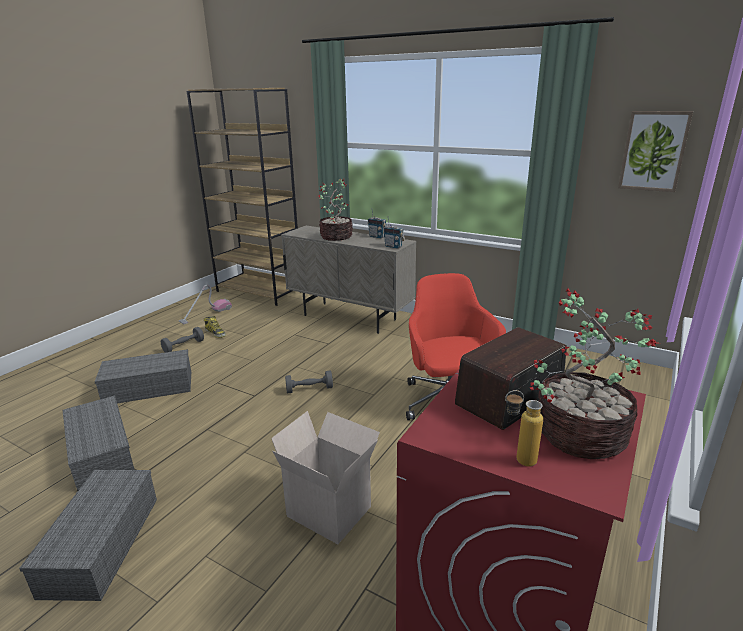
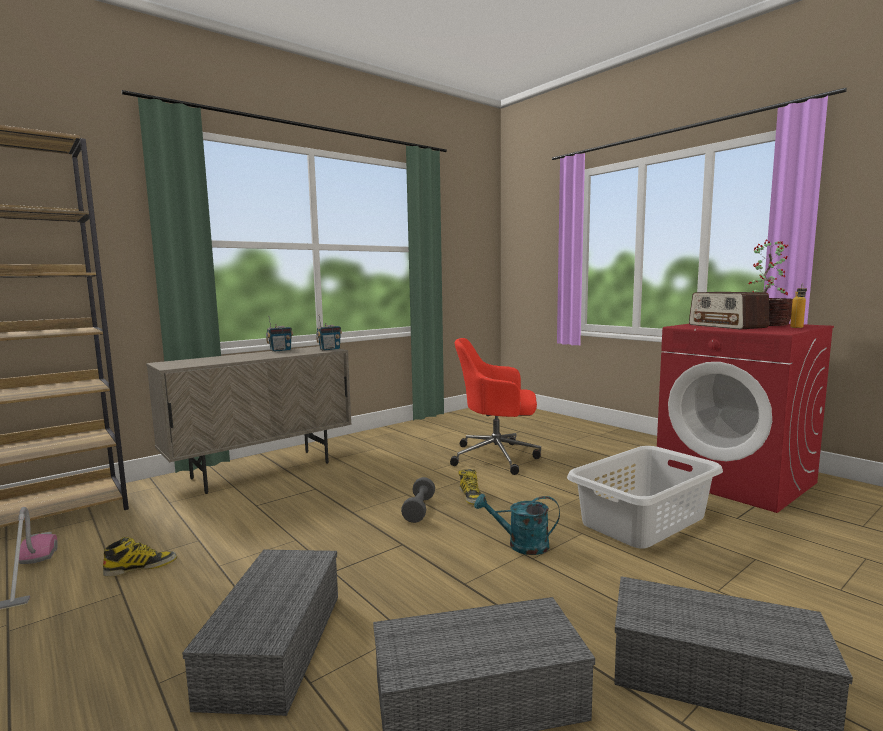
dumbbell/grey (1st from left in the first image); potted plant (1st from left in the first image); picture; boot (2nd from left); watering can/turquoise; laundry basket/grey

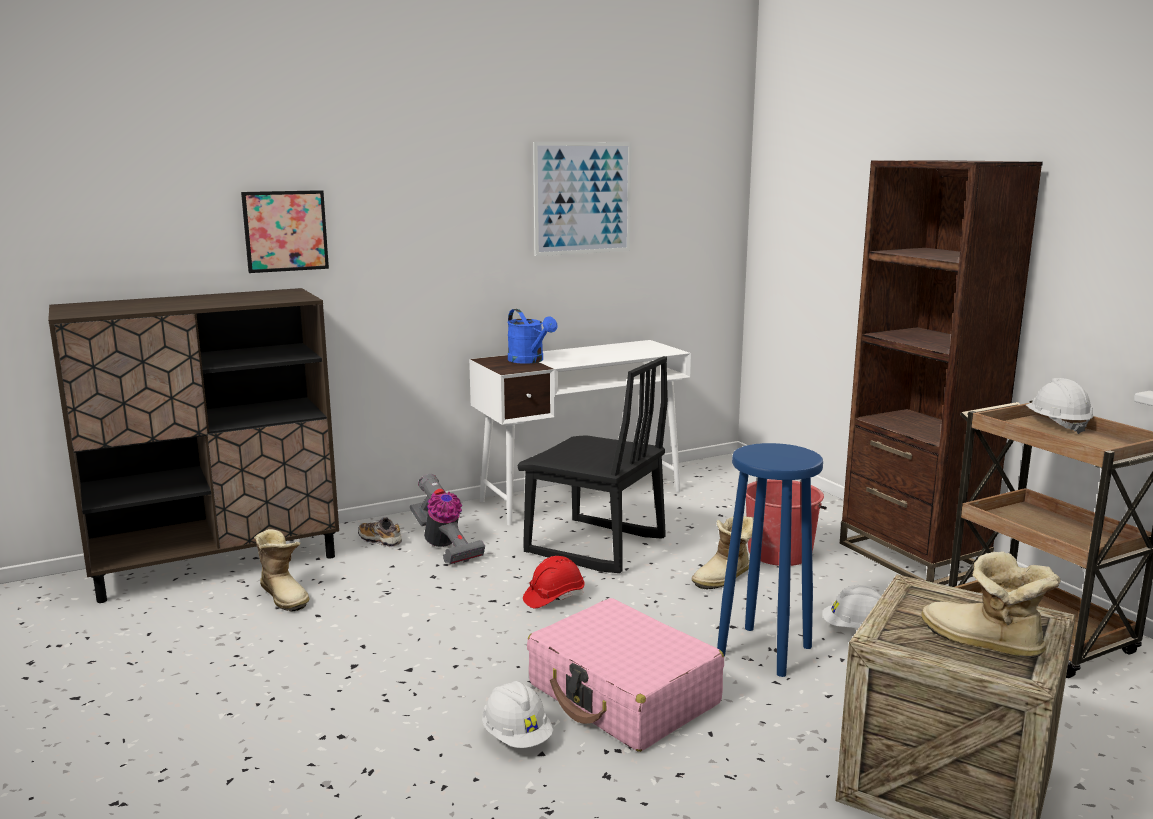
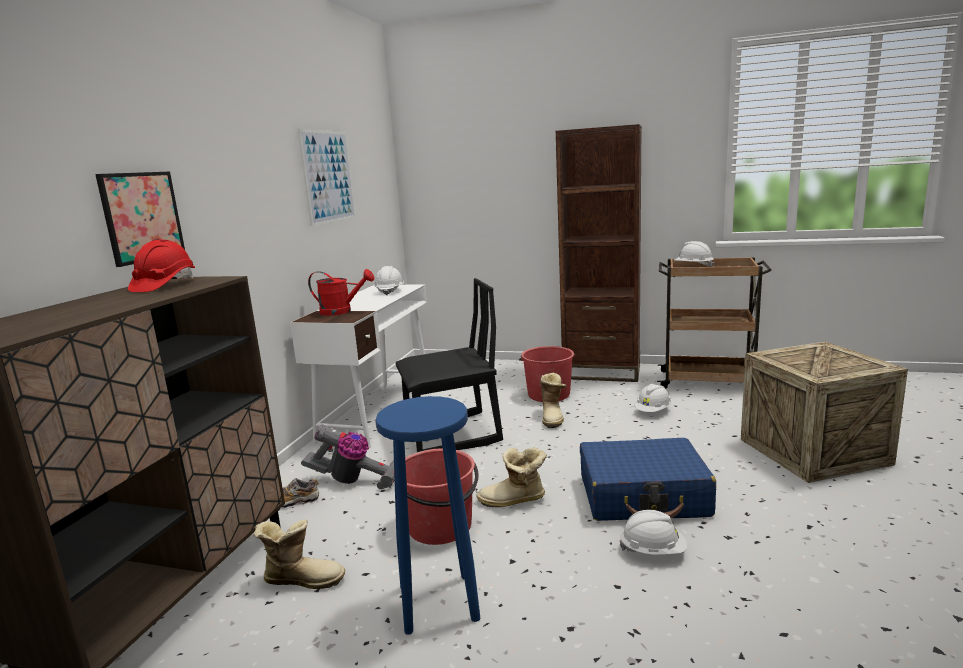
hard hat/white (1st from left); bucket/red (1st from left); hard hat/red; stool/blue; boot (2nd from left); watering can/red; suitcase/blue

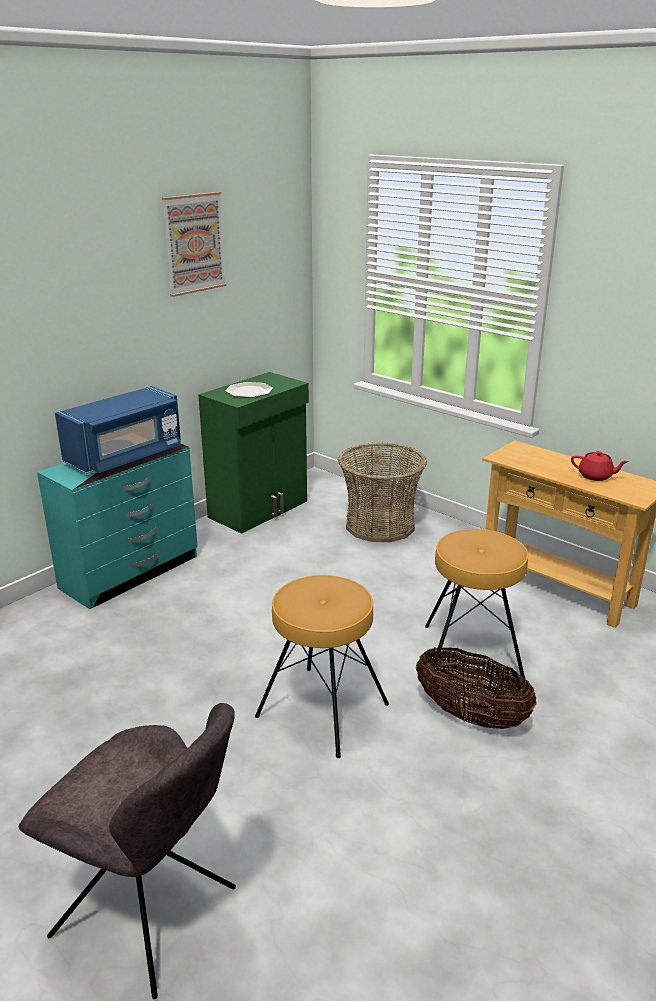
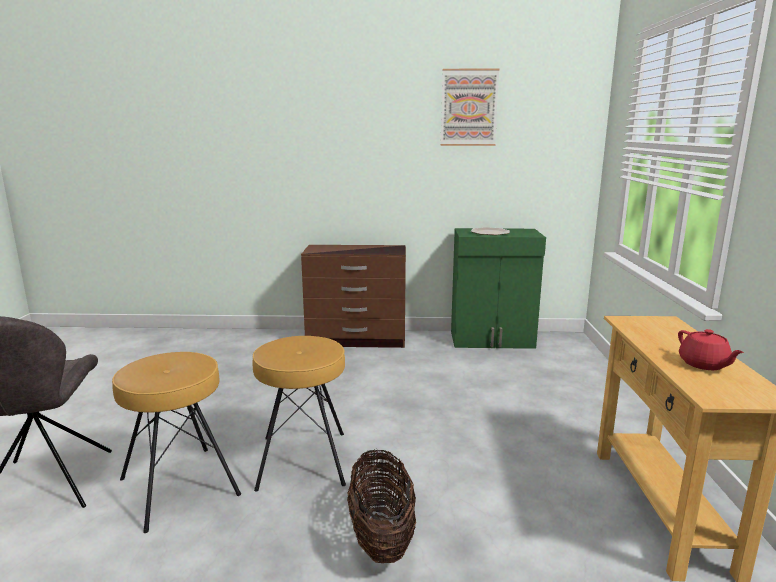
microwave/blue; basket (1st from left in the first image); stool/brown (1st from left); dresser/brown

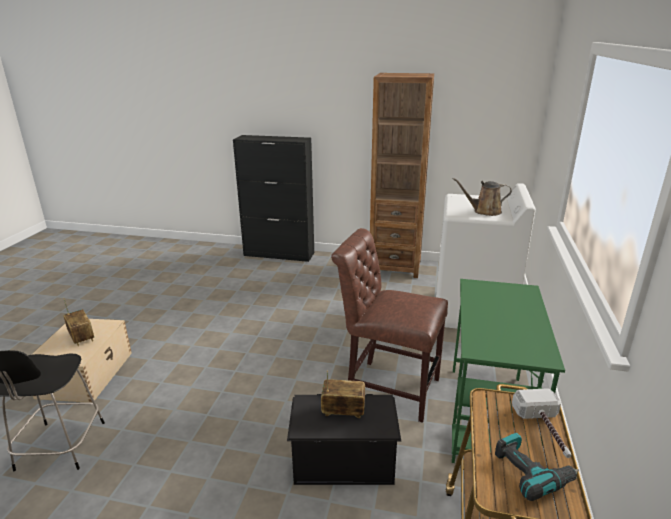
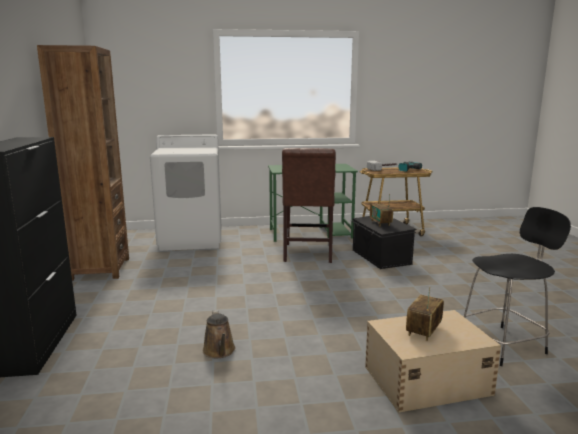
watering can/brown

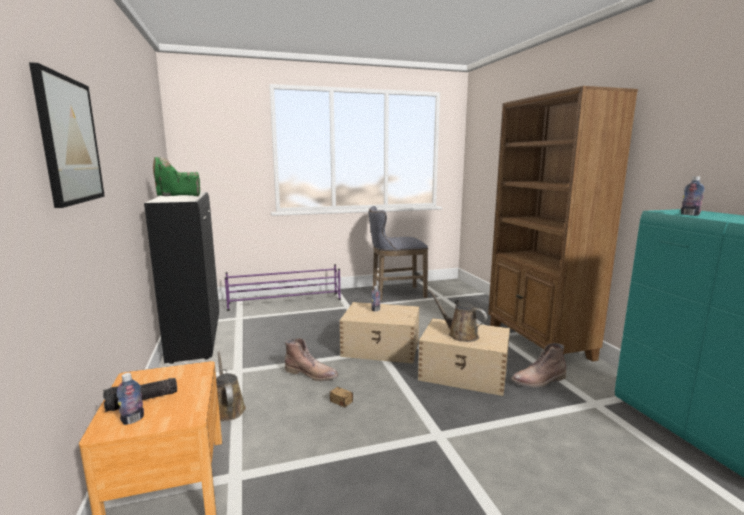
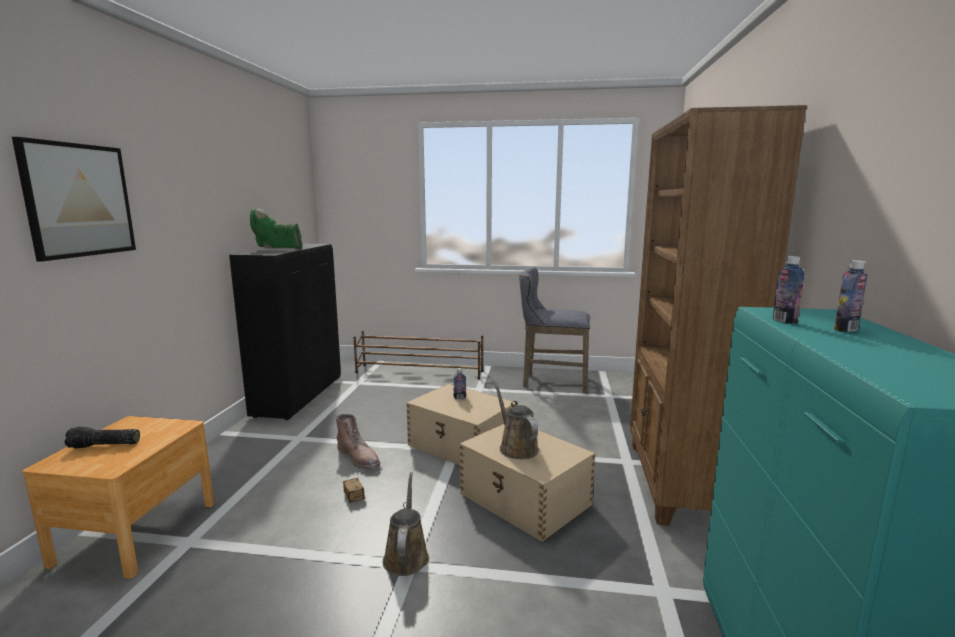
boot/brown (2nd from left in the first image); bottle (3rd from left); watering can/brown (1st from left); shoe rack/brown

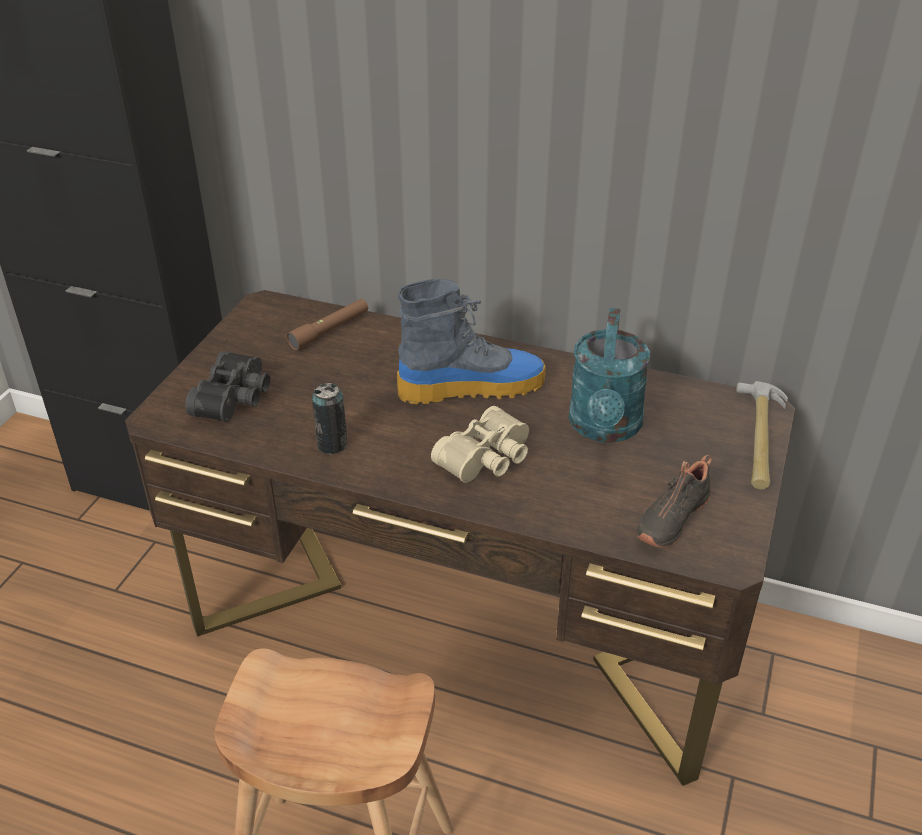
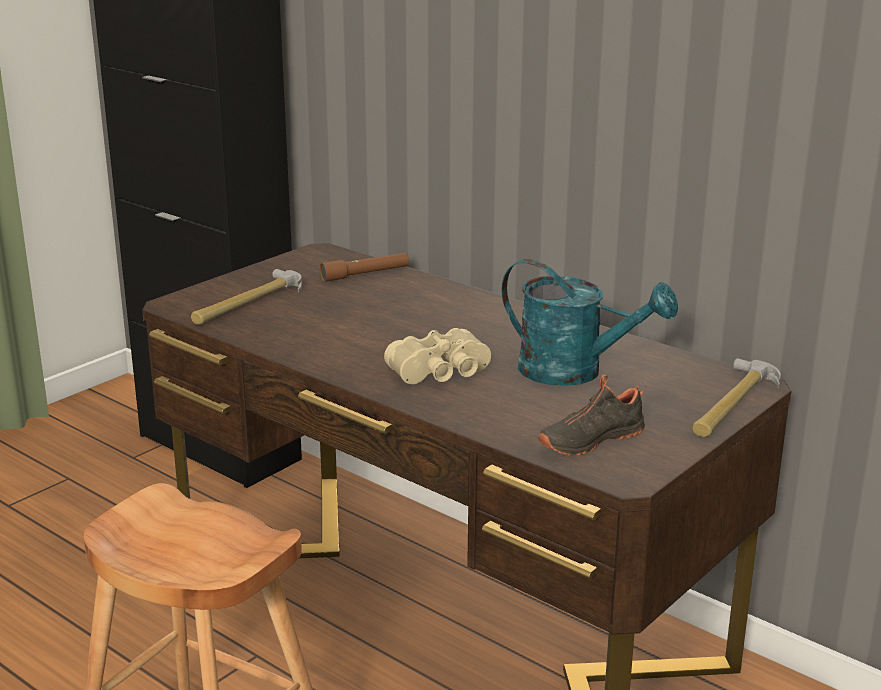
can; boot; hammer (1st from left); watering can/turquoise

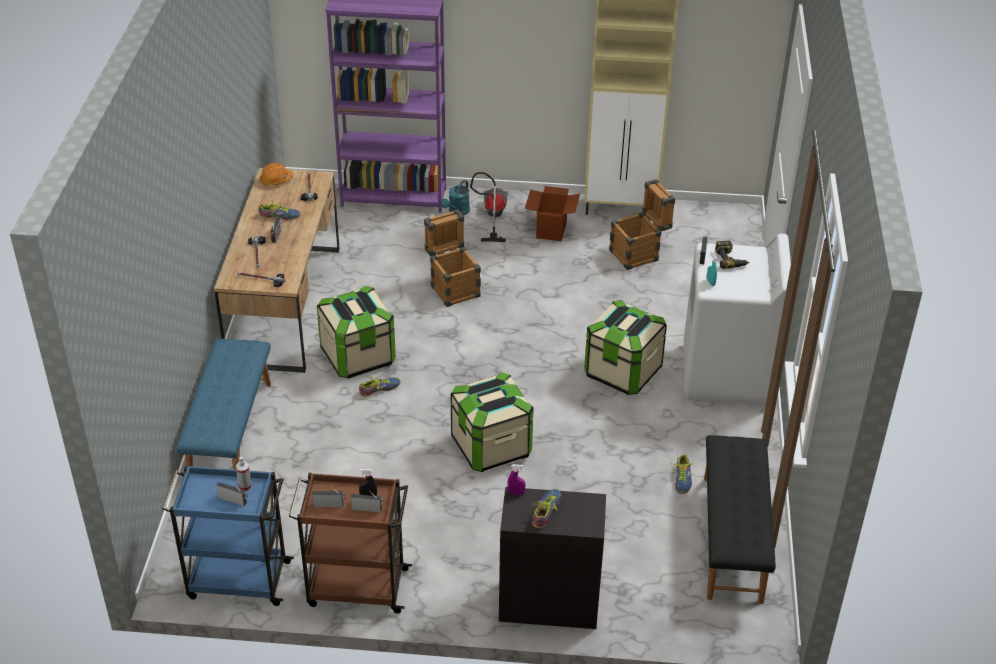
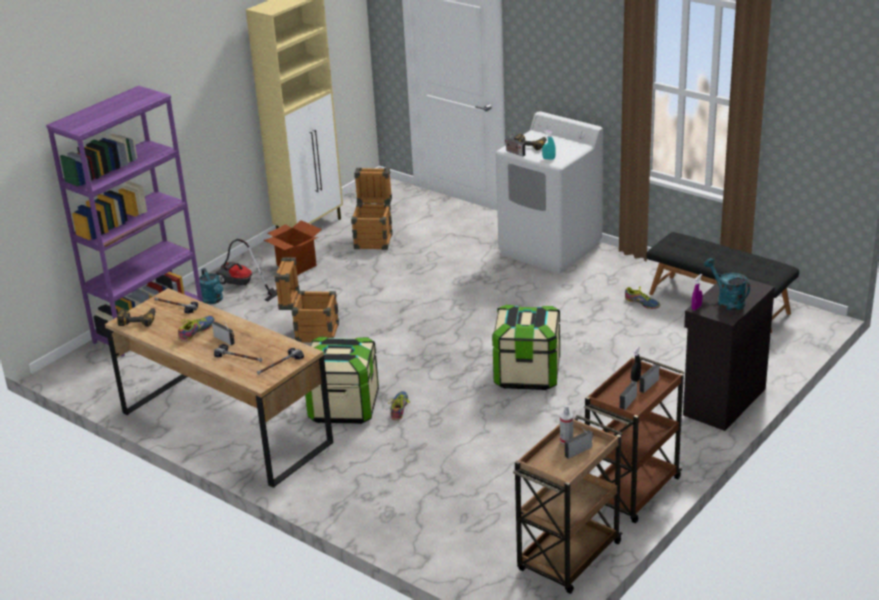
bench/blue; storage box (3rd from left in the first image); power drill (1st from left); watering can/turquoise (2nd from left); cart/brown (1st from left)

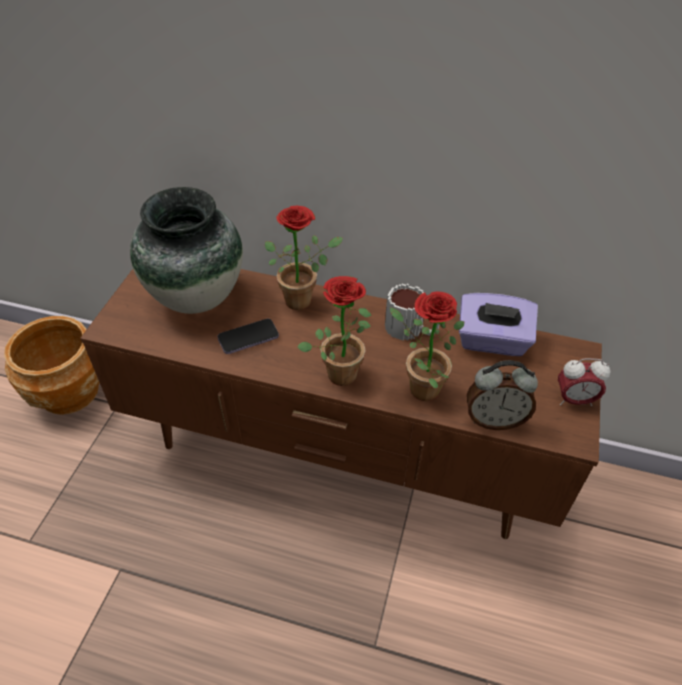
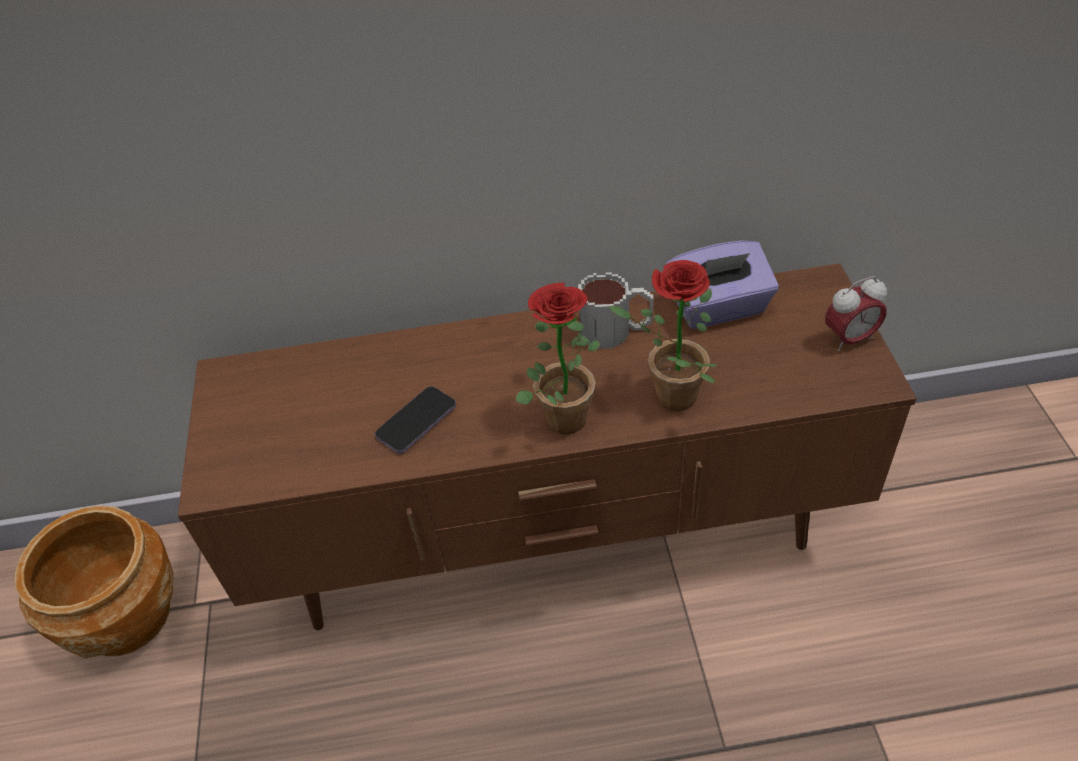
vase; potted plant (1st from left in the first image); alarm clock (1st from left in the first image)

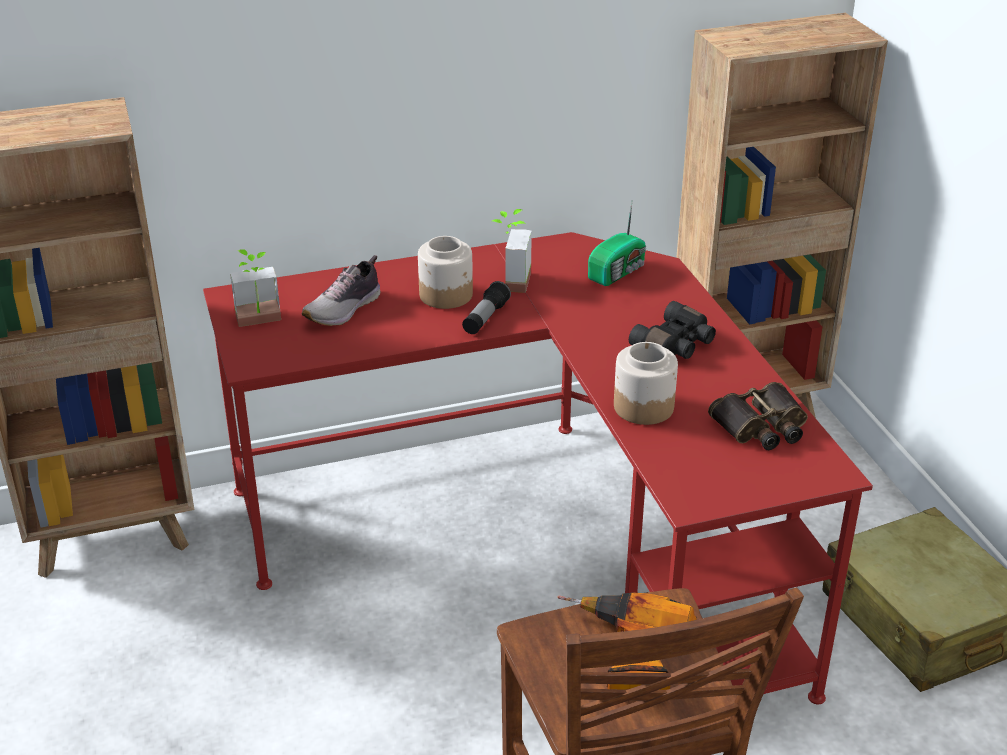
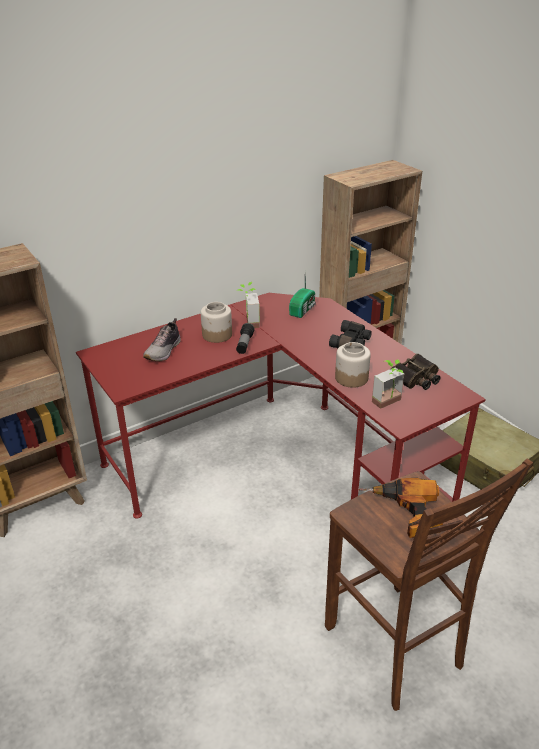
potted plant (2nd from left)

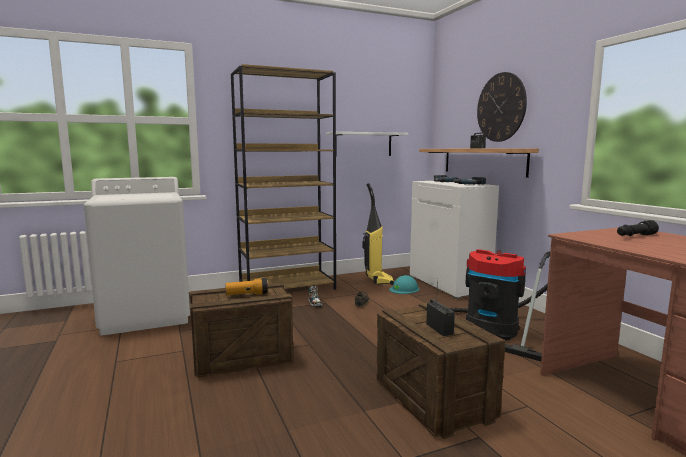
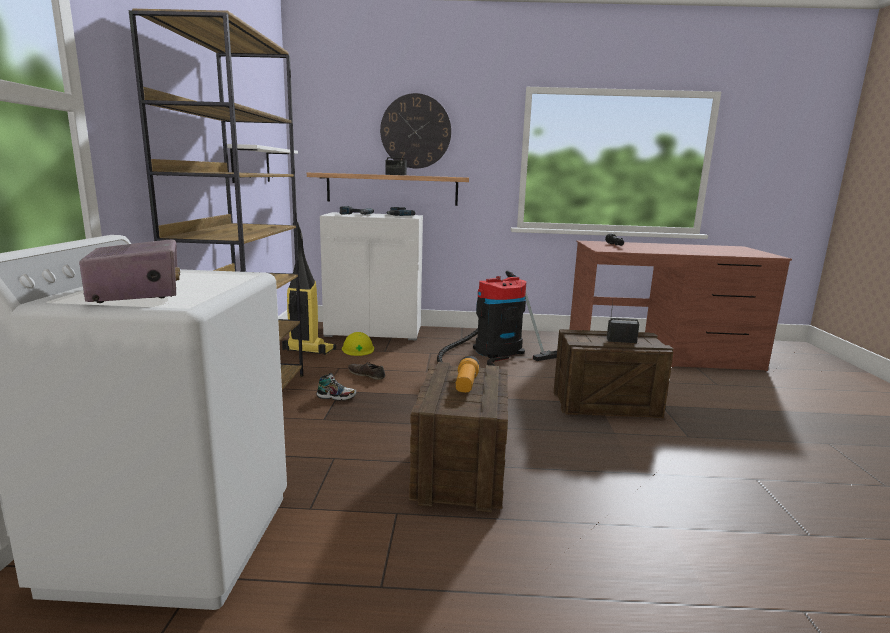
radio (1st from left); hard hat/yellow

